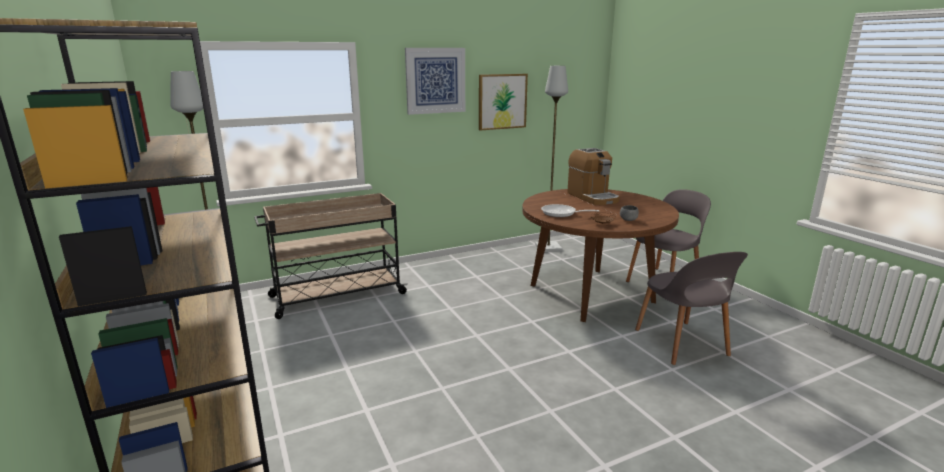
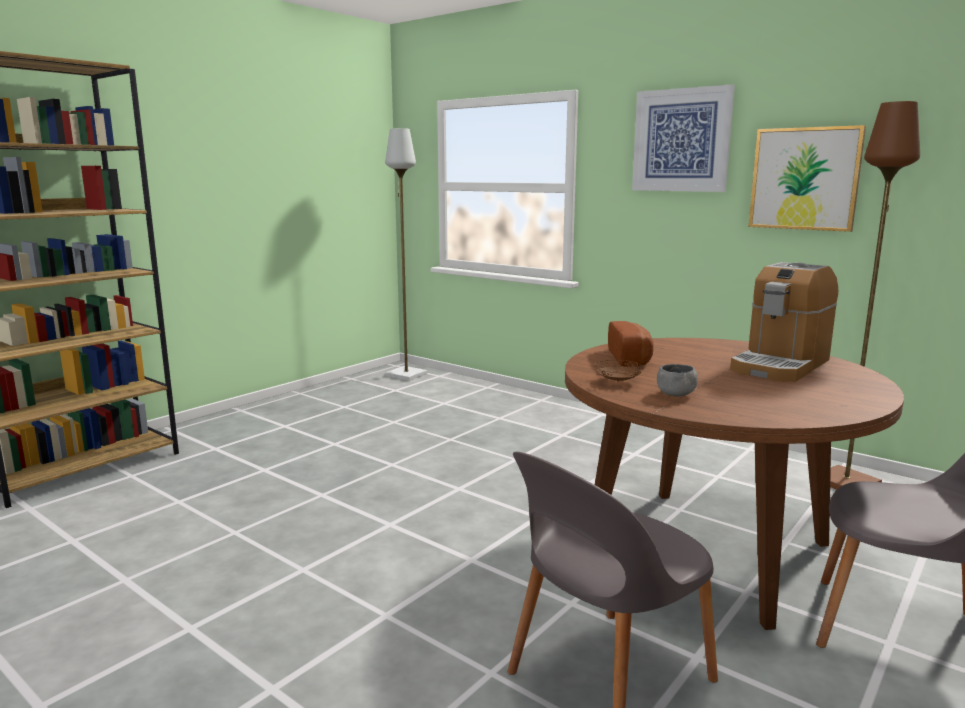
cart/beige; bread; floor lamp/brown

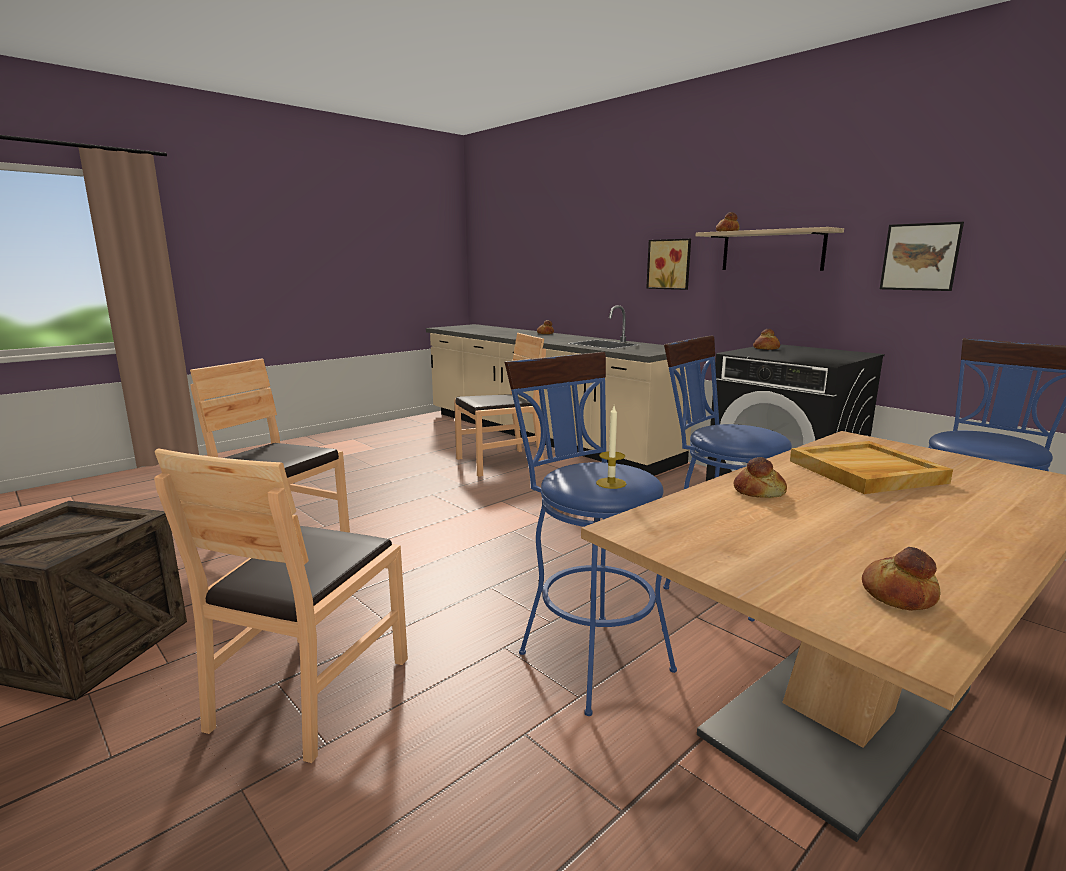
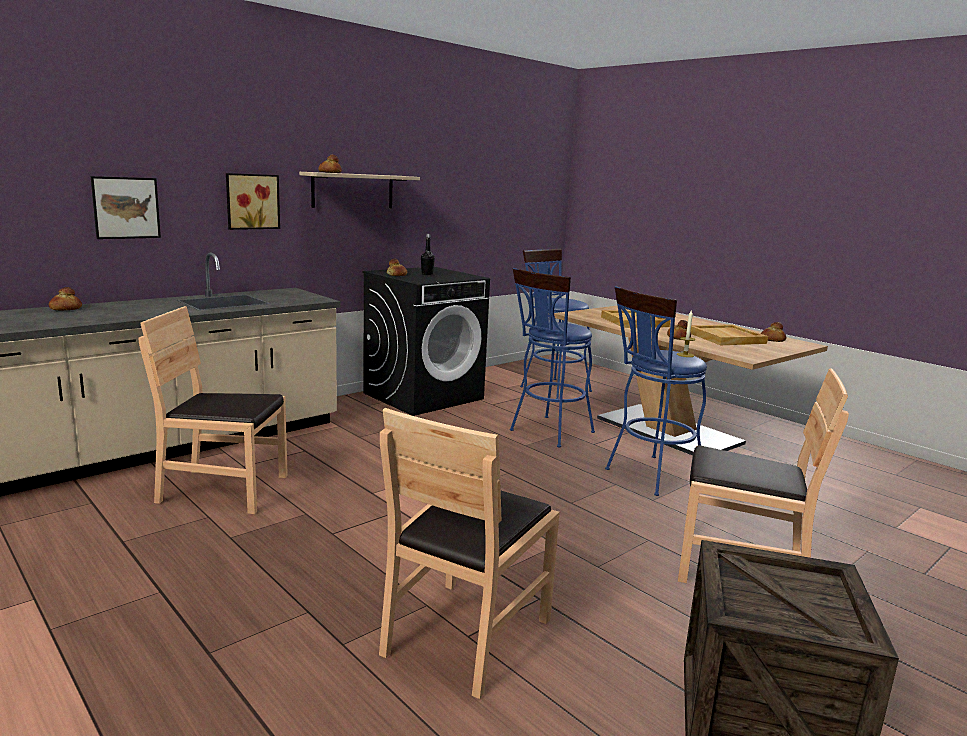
bottle/black; tray/beige (2nd from left); picture (1st from left); chair/brown (1st from left)

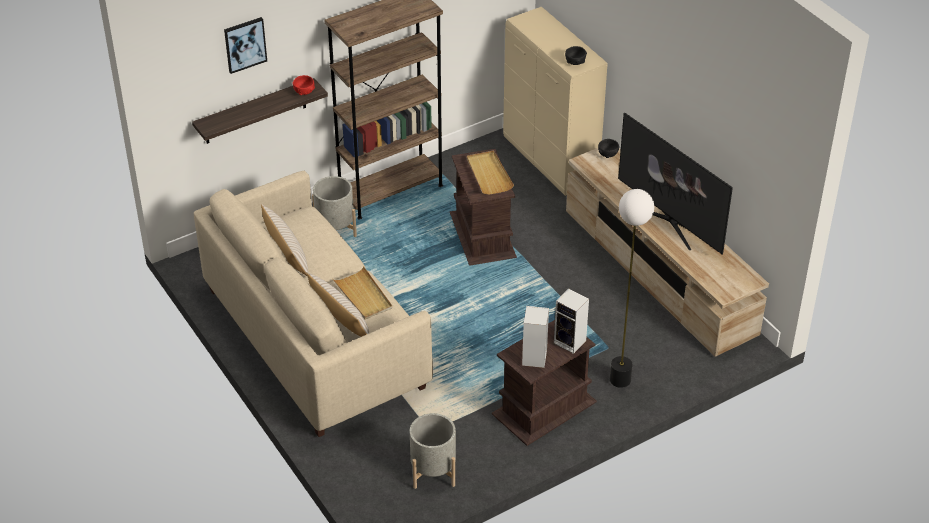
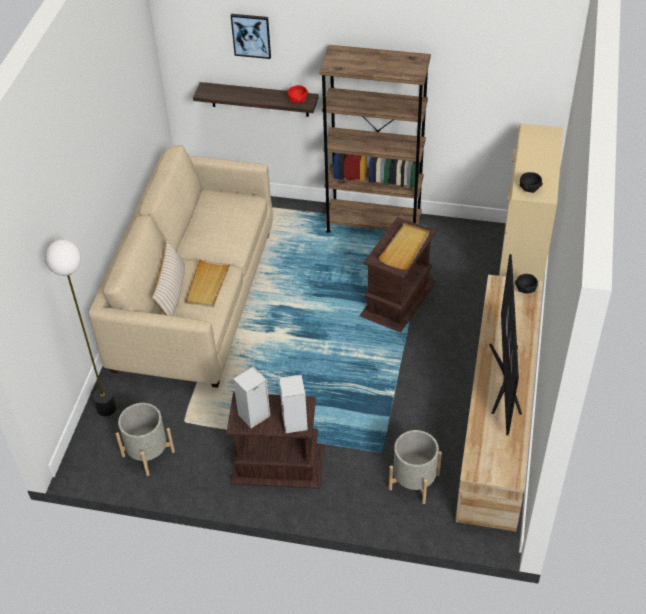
pillow/beige (1st from left in the first image); planter/grey (2nd from left); floor lamp

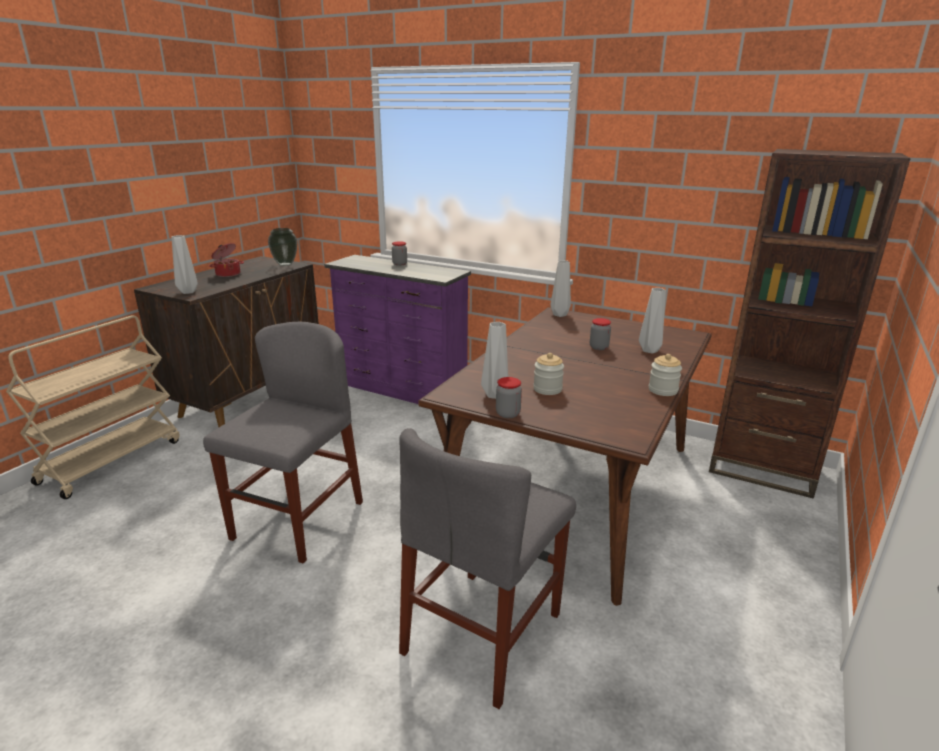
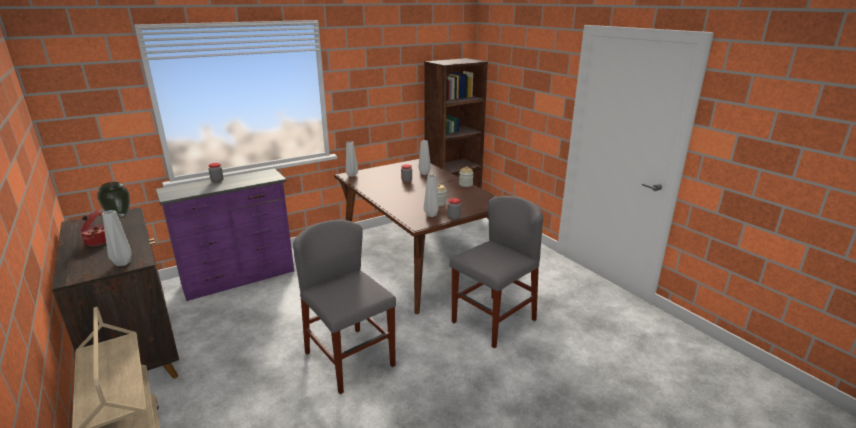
chair/grey (2nd from left)

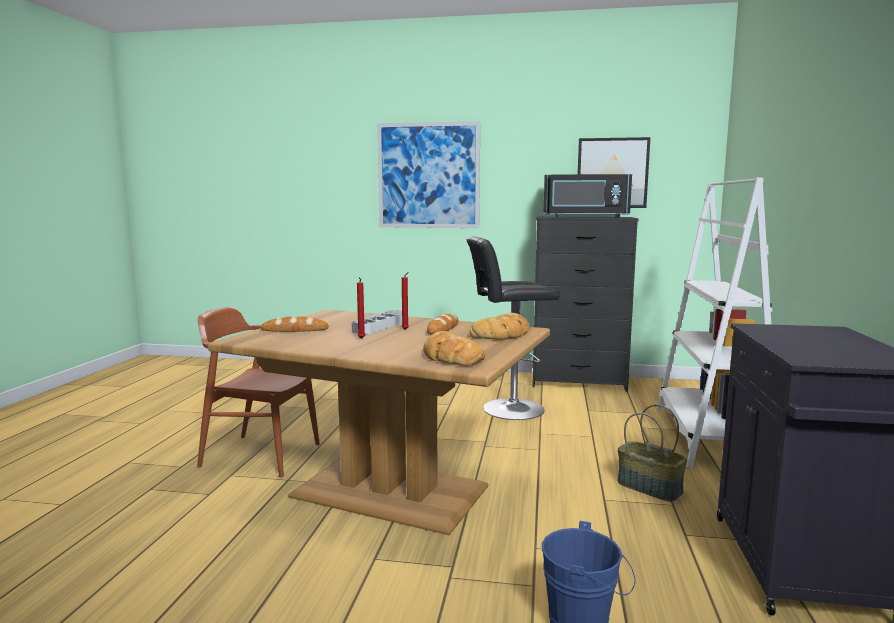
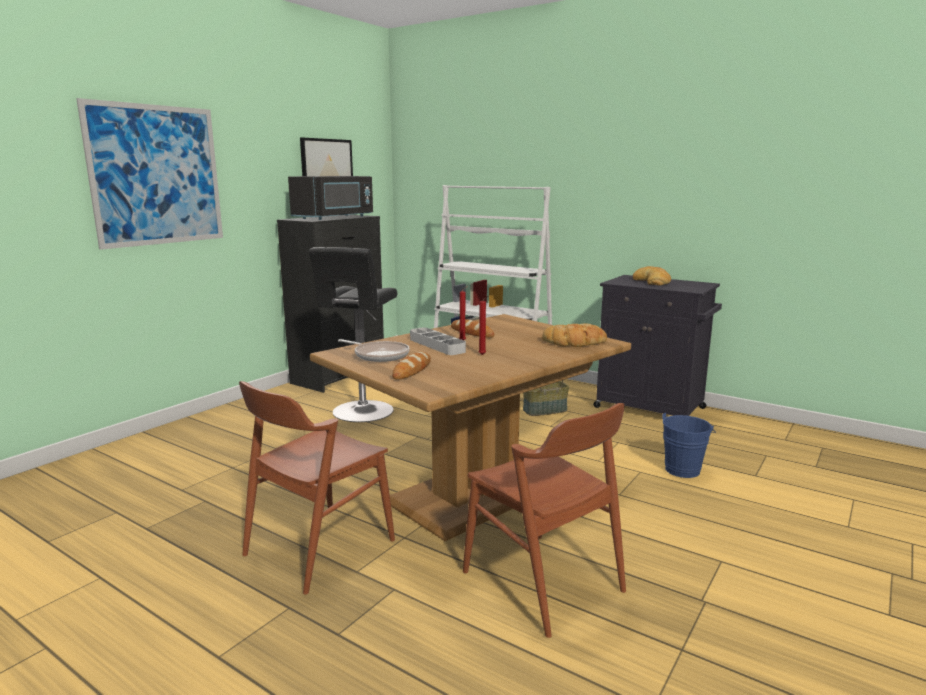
frying pan; chair/brown (2nd from left); bread (4th from left)

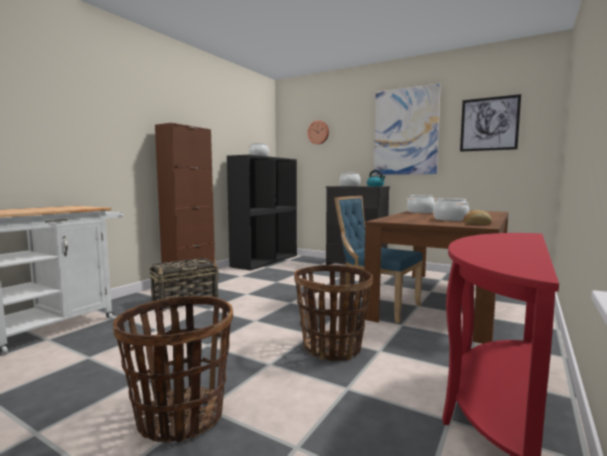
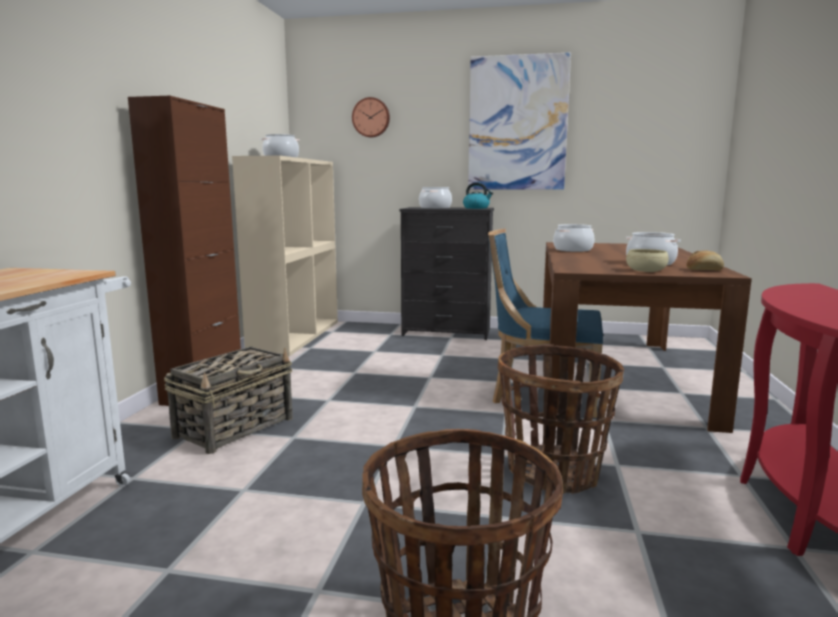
picture (2nd from left in the first image); bowl/beige; bookcase/beige

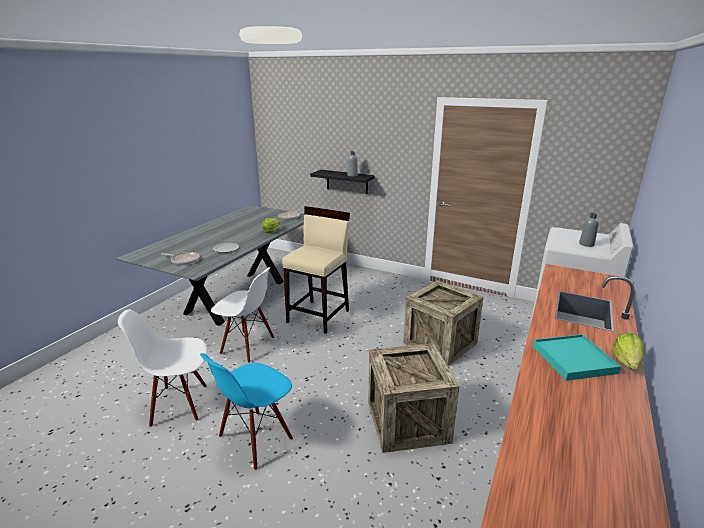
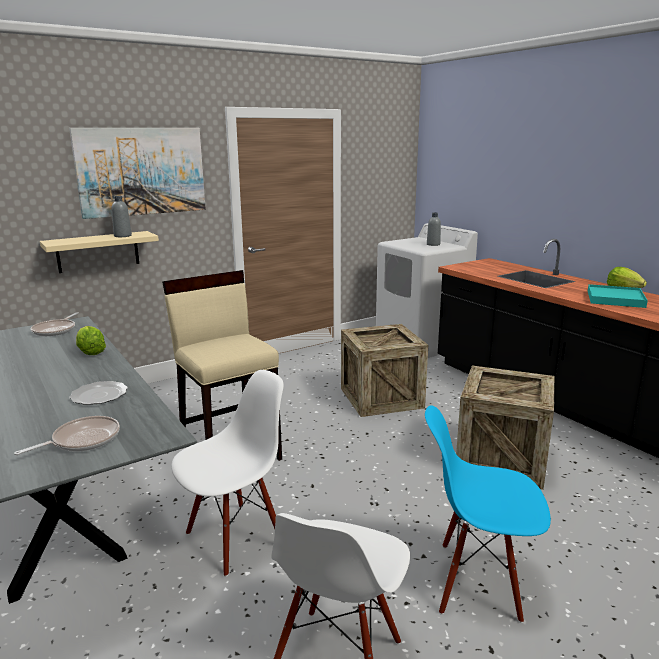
picture; shelf/beige; chair/blue

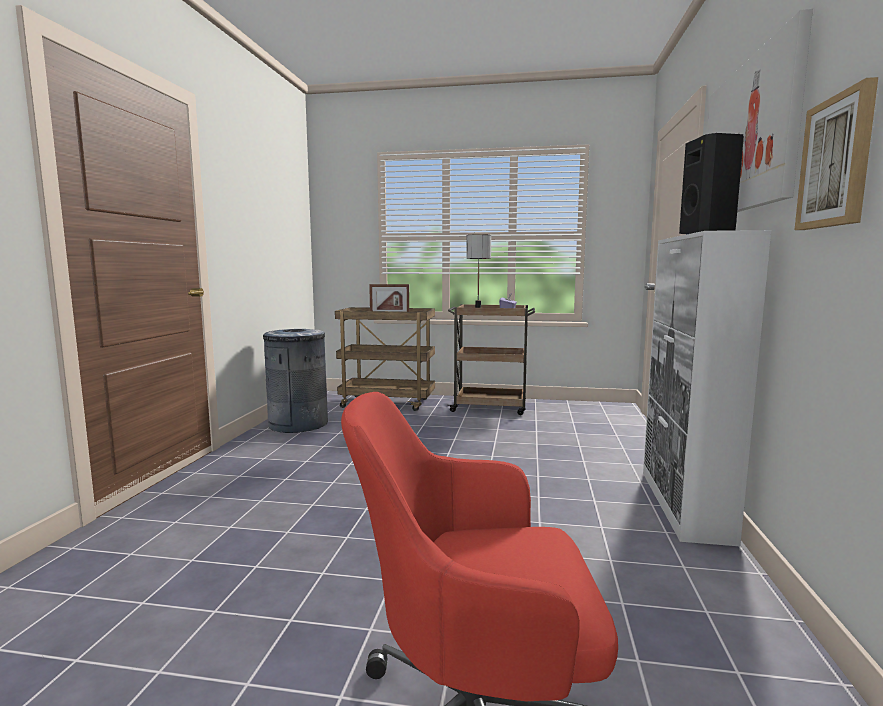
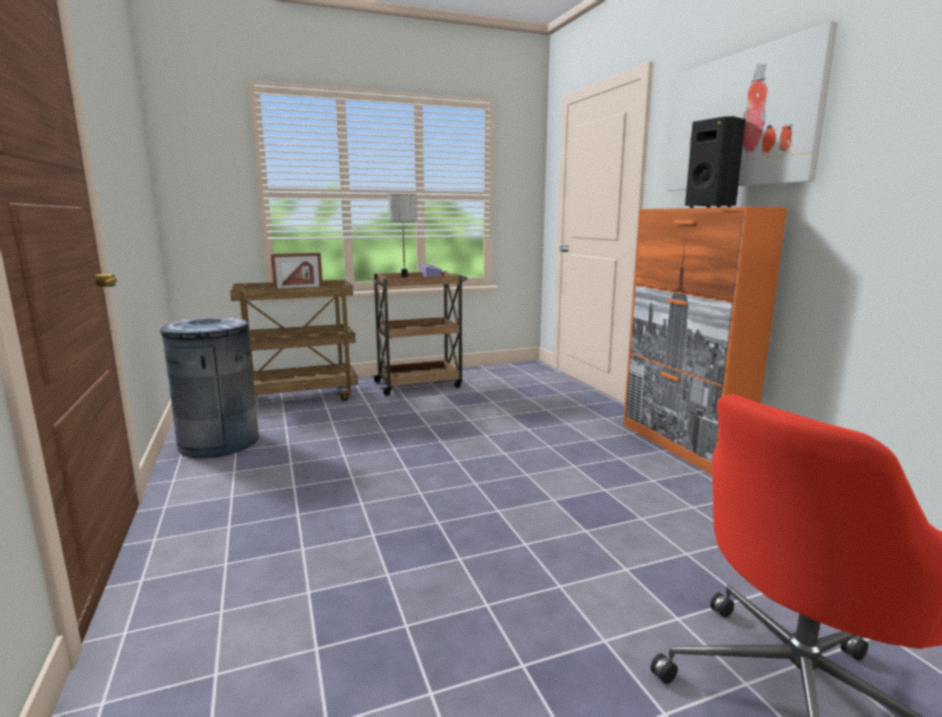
picture (2nd from left in the first image); cabinet/orange

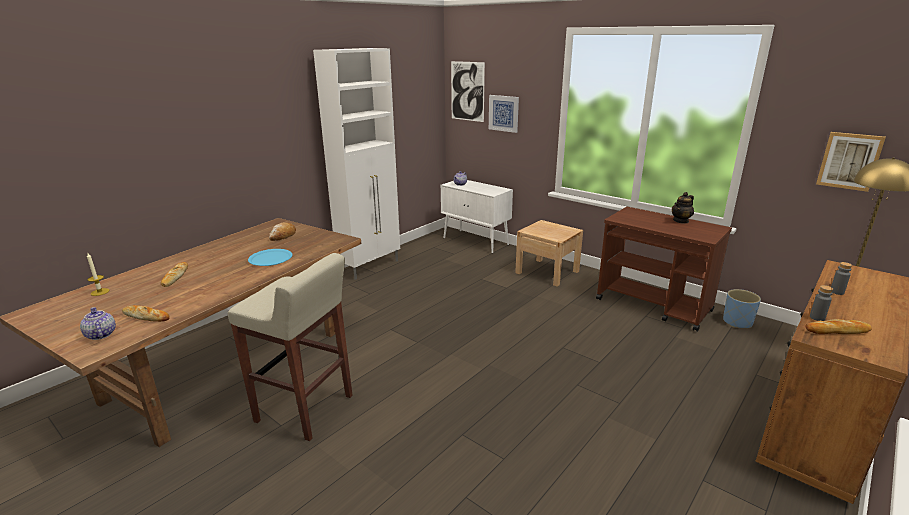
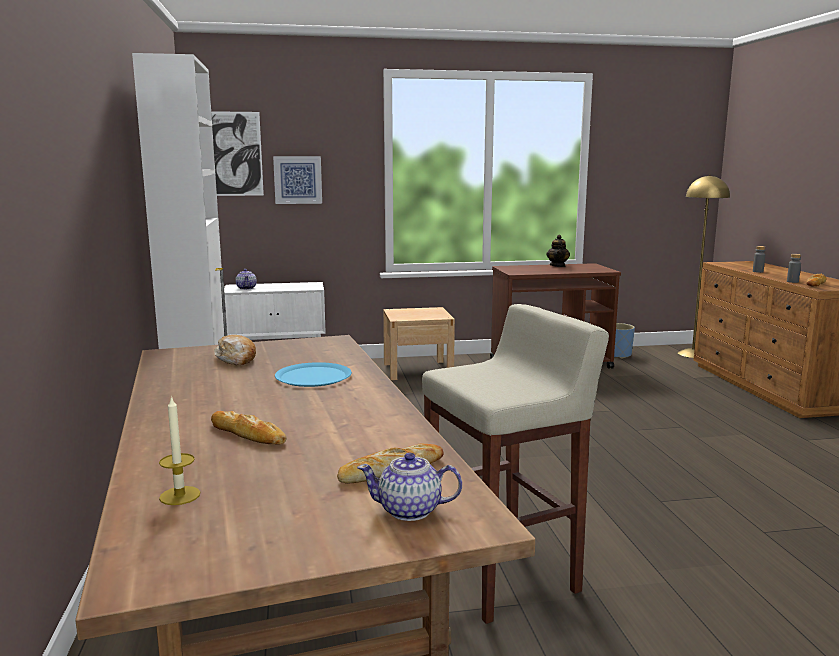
picture (3rd from left in the first image)

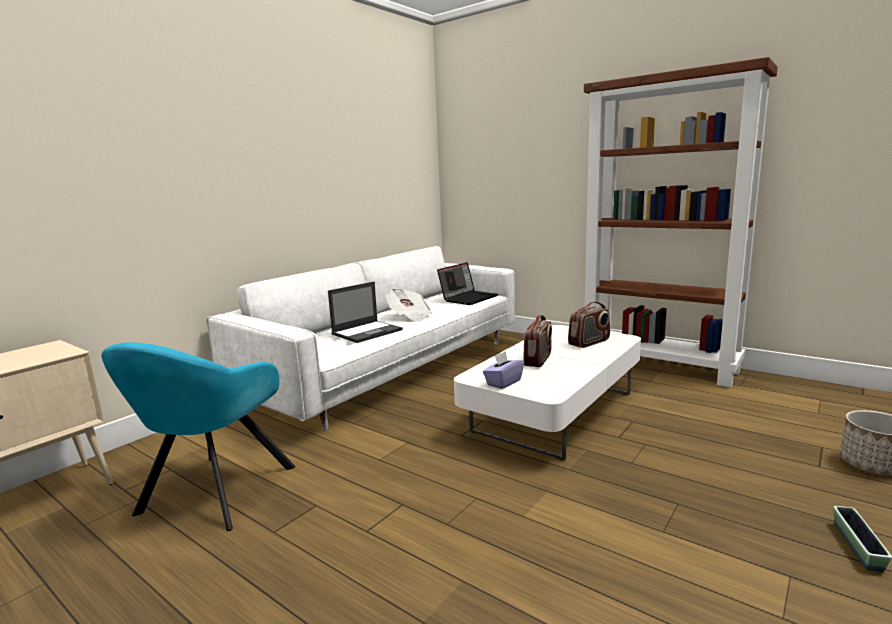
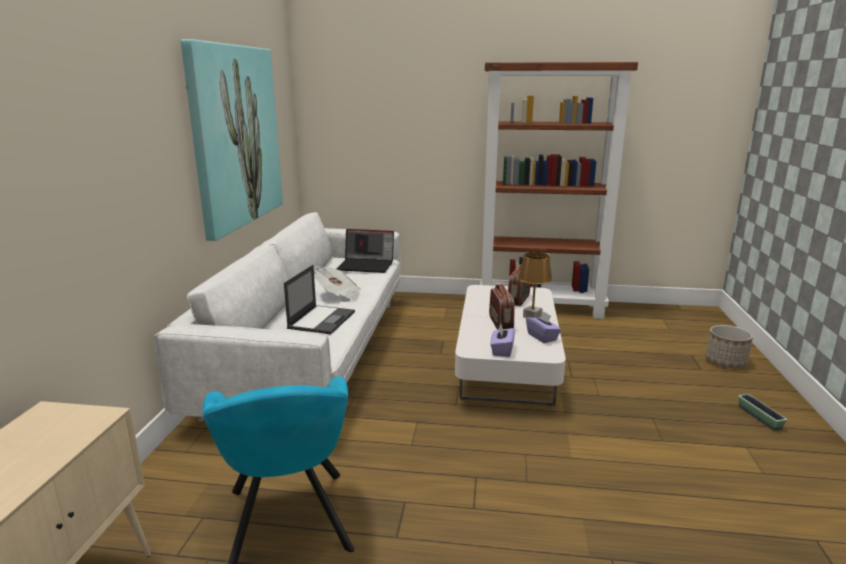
picture; table lamp/brown; tissue box/purple (2nd from left); laptop (2nd from left)

